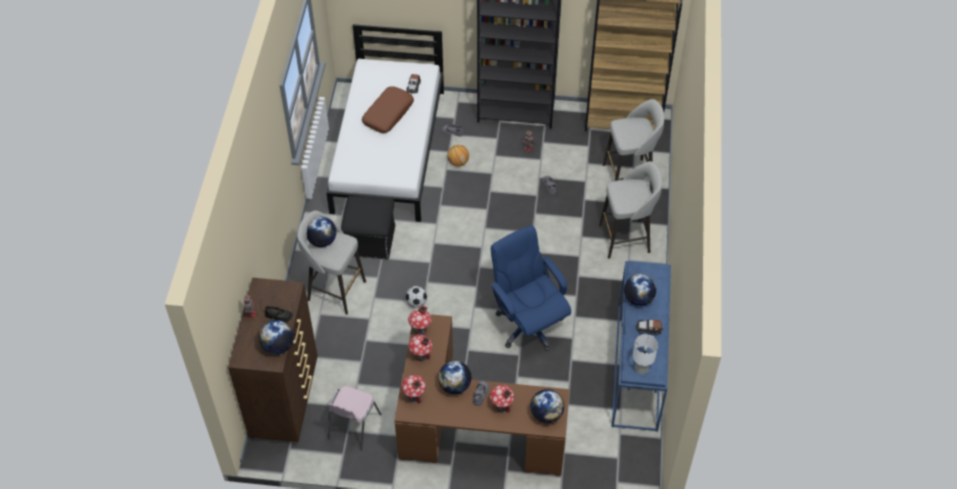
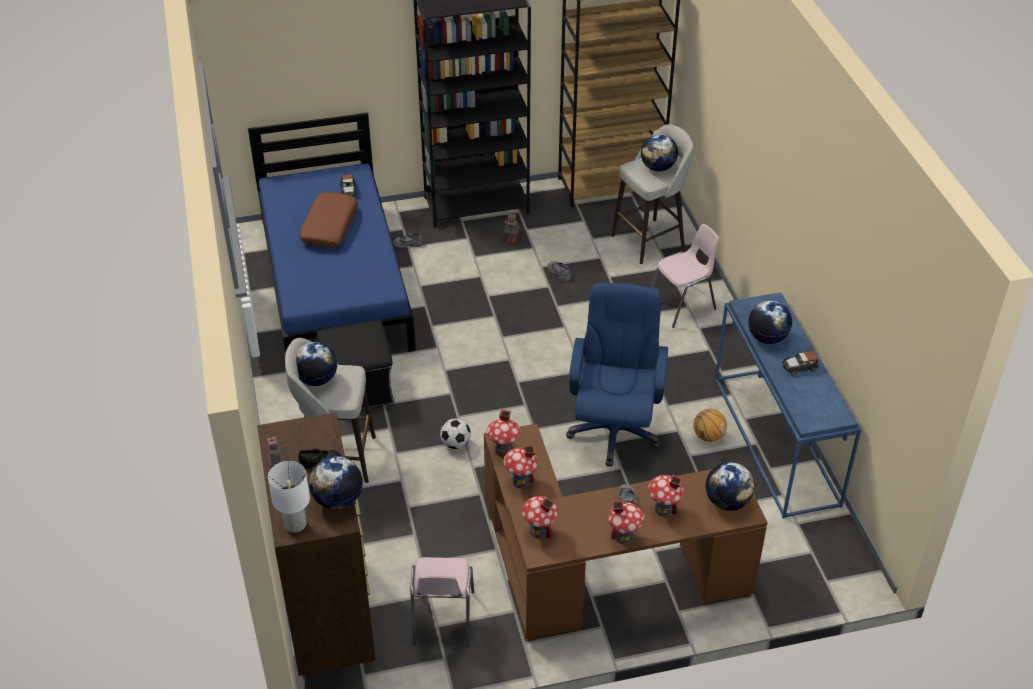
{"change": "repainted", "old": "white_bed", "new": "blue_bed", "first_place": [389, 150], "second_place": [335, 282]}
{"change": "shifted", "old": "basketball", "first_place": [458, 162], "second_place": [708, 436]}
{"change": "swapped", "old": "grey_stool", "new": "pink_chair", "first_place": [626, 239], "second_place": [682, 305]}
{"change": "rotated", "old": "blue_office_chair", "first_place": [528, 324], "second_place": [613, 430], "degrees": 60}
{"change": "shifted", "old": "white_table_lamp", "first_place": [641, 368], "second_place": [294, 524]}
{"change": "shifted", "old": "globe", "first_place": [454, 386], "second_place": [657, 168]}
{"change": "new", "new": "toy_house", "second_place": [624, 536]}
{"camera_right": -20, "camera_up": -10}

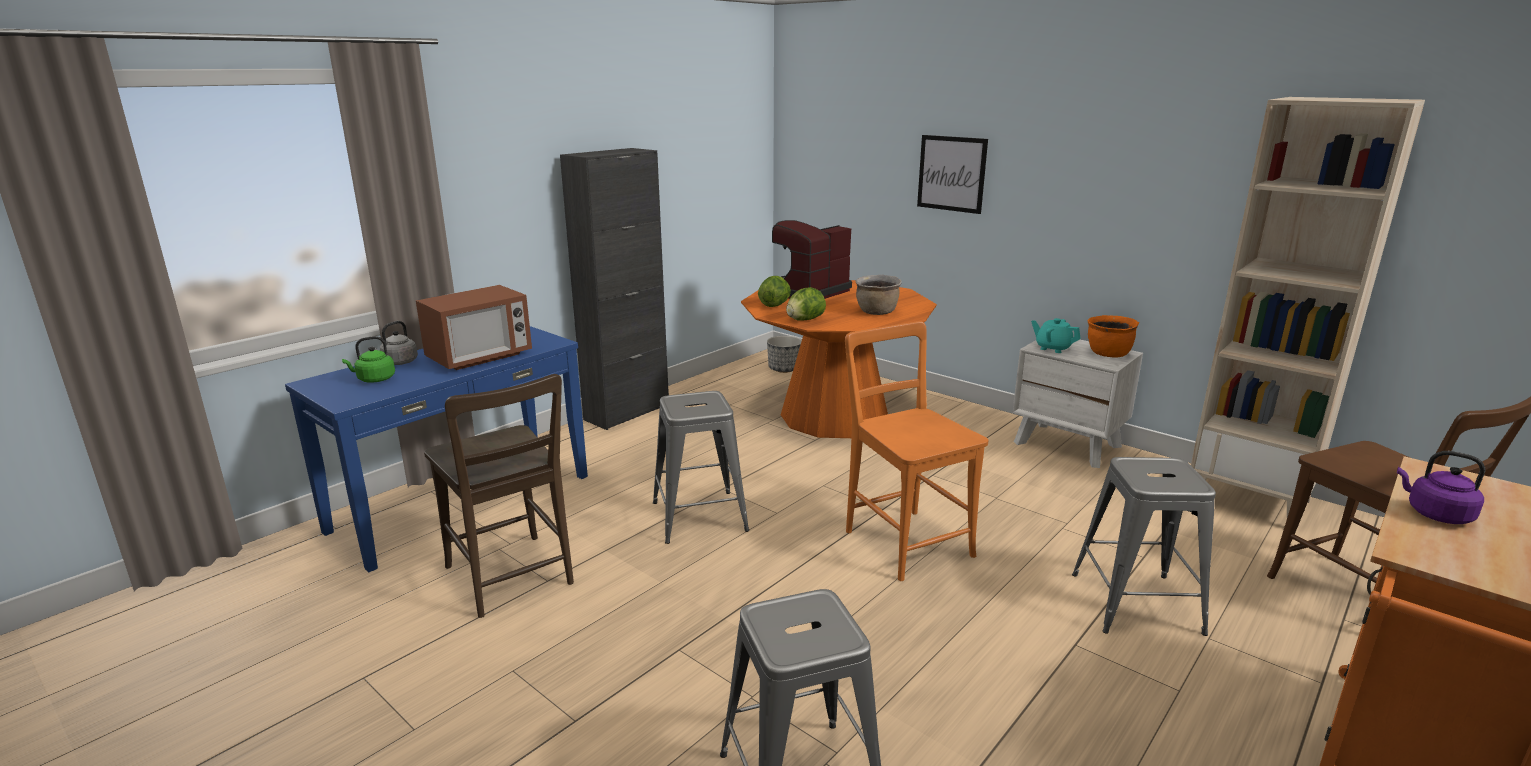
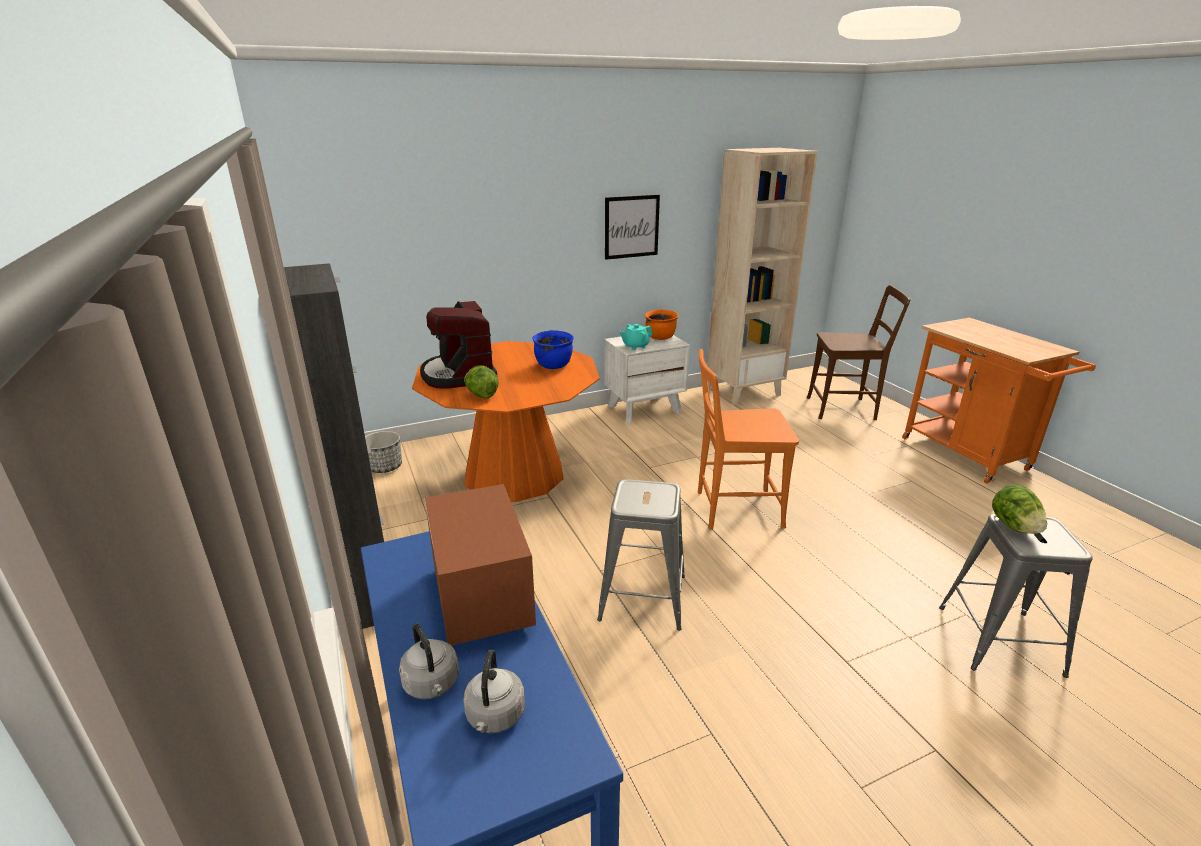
{"change": "shifted", "old": "picture", "first_place": [951, 173], "second_place": [631, 227]}
{"change": "repainted", "old": "brown_cooking_pot", "new": "blue_cooking_pot", "first_place": [877, 312], "second_place": [554, 366]}
{"change": "shifted", "old": "lettuce", "first_place": [804, 320], "second_place": [1014, 526]}
{"change": "repainted", "old": "green_kettle", "new": "grey_kettle", "first_place": [374, 379], "second_place": [495, 717]}
{"change": "gone", "old": "brown_chair", "first_place": [511, 579]}
{"change": "gone", "old": "purple_kettle", "first_place": [1435, 514]}
{"change": "gone", "old": "grey_stool", "first_place": [1136, 603]}
{"camera_right": -65, "camera_up": 5}

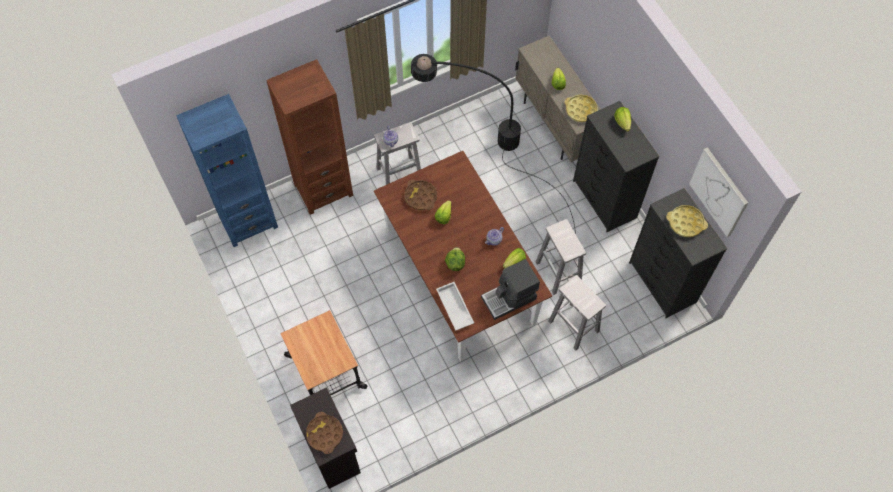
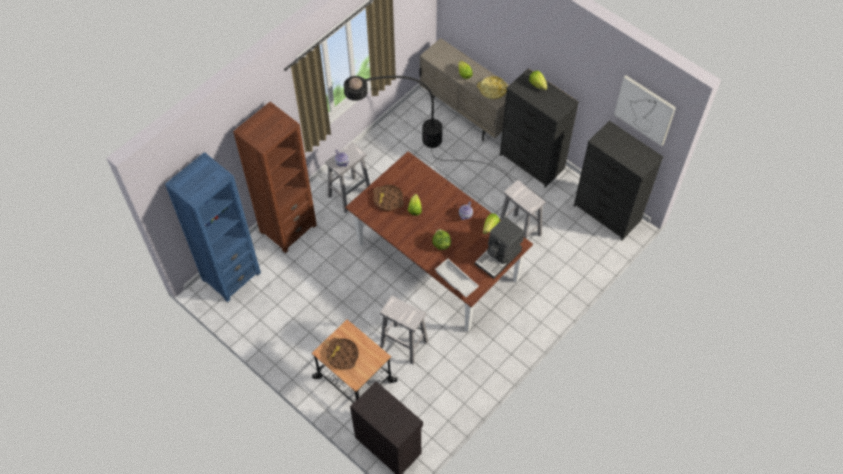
{"change": "gone", "old": "yellow_tray", "first_place": [686, 223]}
{"change": "shifted", "old": "white_stool", "first_place": [573, 325], "second_place": [403, 343]}
{"change": "shifted", "old": "brown_tray", "first_place": [324, 434], "second_place": [342, 355]}
{"camera_right": -20, "camera_up": -5}

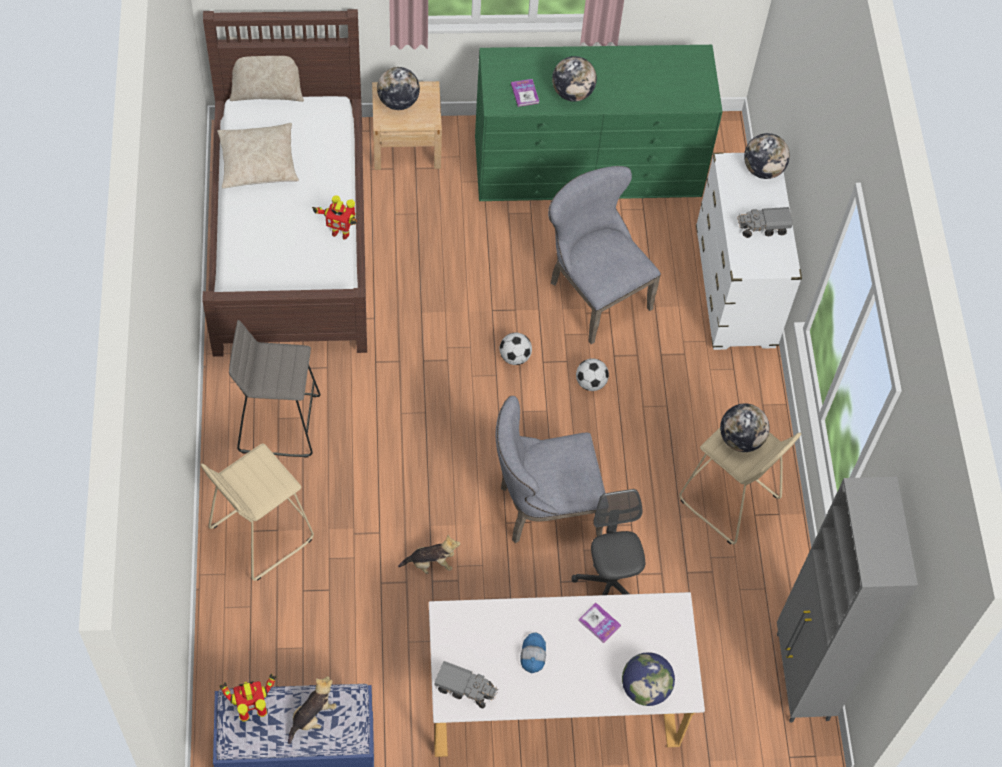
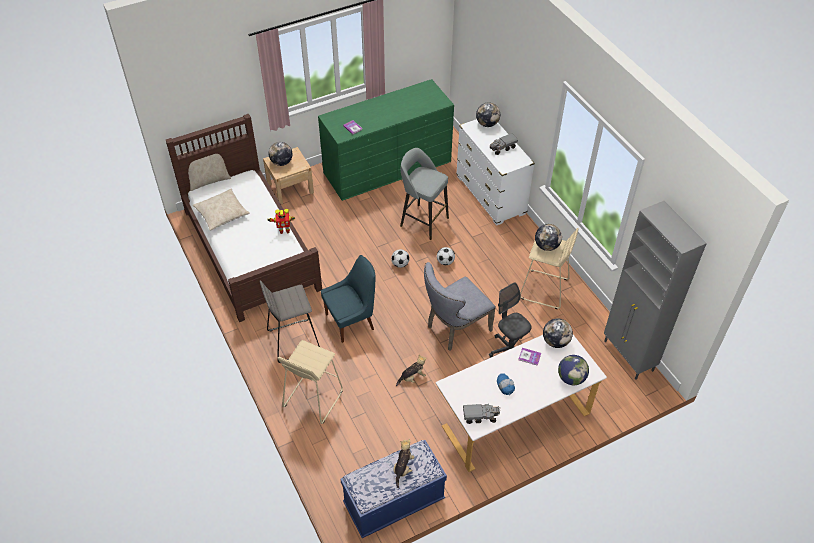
{"change": "shifted", "old": "globe", "first_place": [572, 93], "second_place": [555, 341]}
{"change": "swapped", "old": "grey_chair", "new": "grey_stool", "first_place": [593, 292], "second_place": [423, 221]}
{"change": "gone", "old": "toy_robot", "first_place": [252, 708]}
{"change": "new", "new": "blue_chair", "second_place": [351, 321]}
{"camera_right": -20, "camera_up": -10}

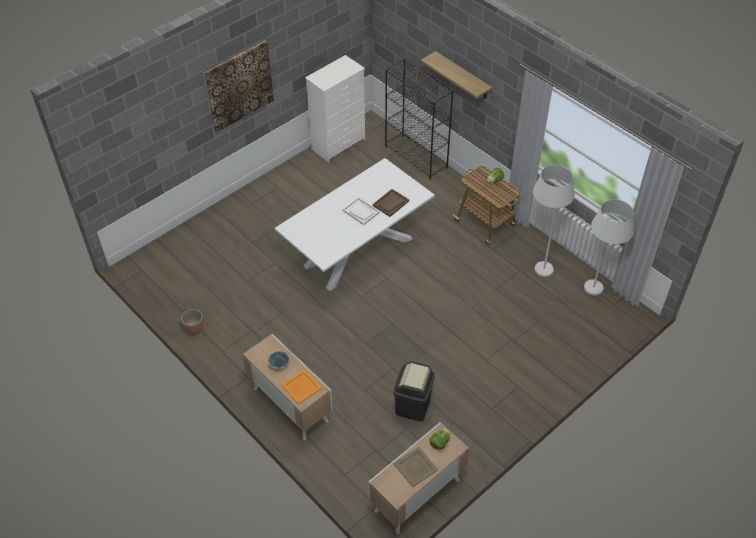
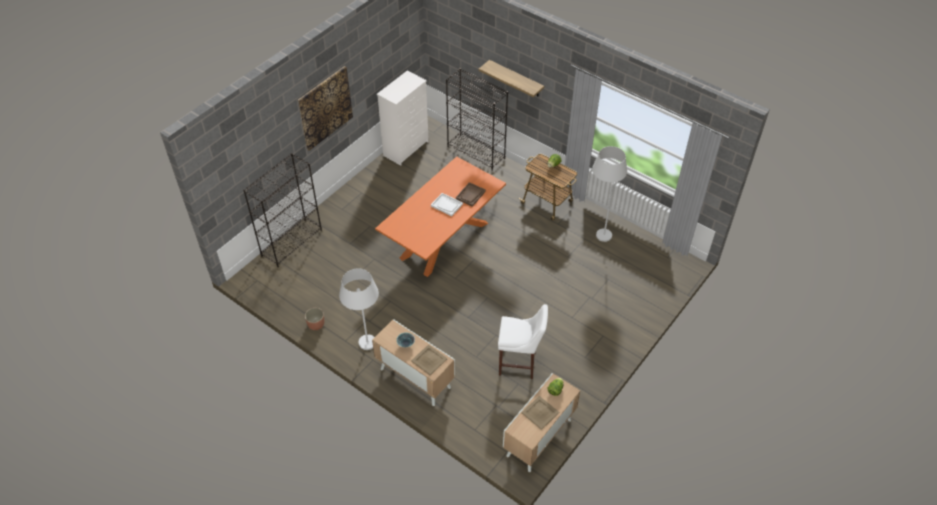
{"change": "repainted", "old": "white_dining_table", "new": "orange_dining_table", "first_place": [357, 252], "second_place": [443, 240]}
{"change": "shifted", "old": "white_floor_lamp", "first_place": [594, 296], "second_place": [367, 351]}
{"change": "swapped", "old": "black_trash_can", "new": "white_stool", "first_place": [413, 406], "second_place": [519, 364]}
{"change": "repainted", "old": "orange_tray", "new": "beige_tray", "first_place": [301, 386], "second_place": [429, 360]}
{"change": "new", "new": "black_bookcase", "second_place": [292, 242]}
{"camera_right": -10, "camera_up": 0}

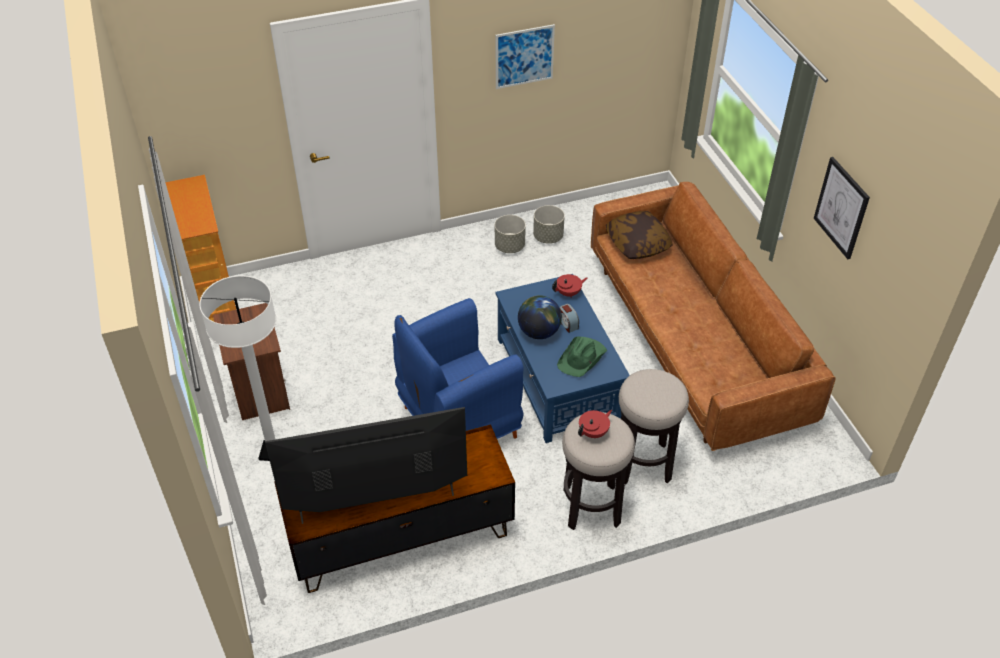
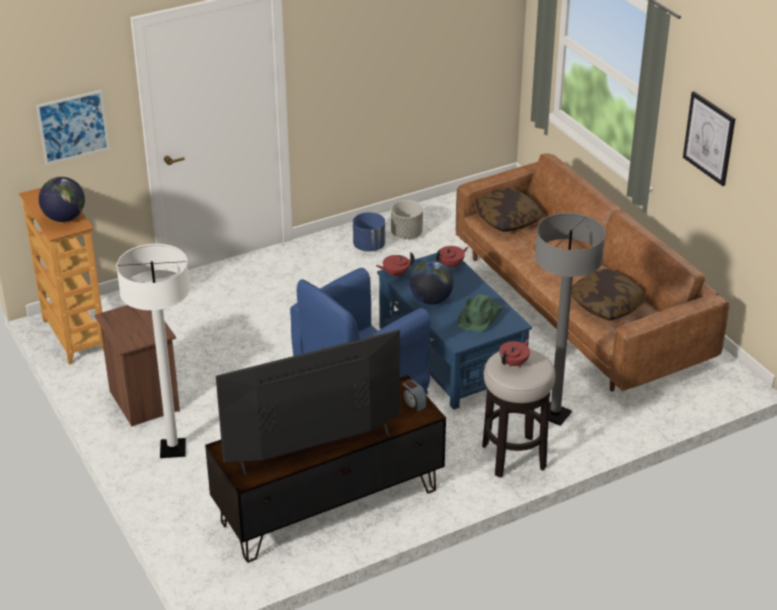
{"change": "shifted", "old": "picture", "first_place": [524, 56], "second_place": [73, 127]}
{"change": "repainted", "old": "grey_planter", "new": "blue_planter", "first_place": [509, 246], "second_place": [369, 246]}
{"change": "shifted", "old": "alarm_clock", "first_place": [568, 324], "second_place": [413, 403]}
{"change": "swapped", "old": "stool", "new": "grey_floor_lamp", "first_place": [643, 463], "second_place": [555, 415]}
{"change": "new", "new": "globe", "second_place": [64, 218]}
{"change": "new", "new": "red_teapot", "second_place": [395, 274]}
{"change": "new", "new": "pillow", "second_place": [606, 305]}
{"camera_right": -10, "camera_up": -10}

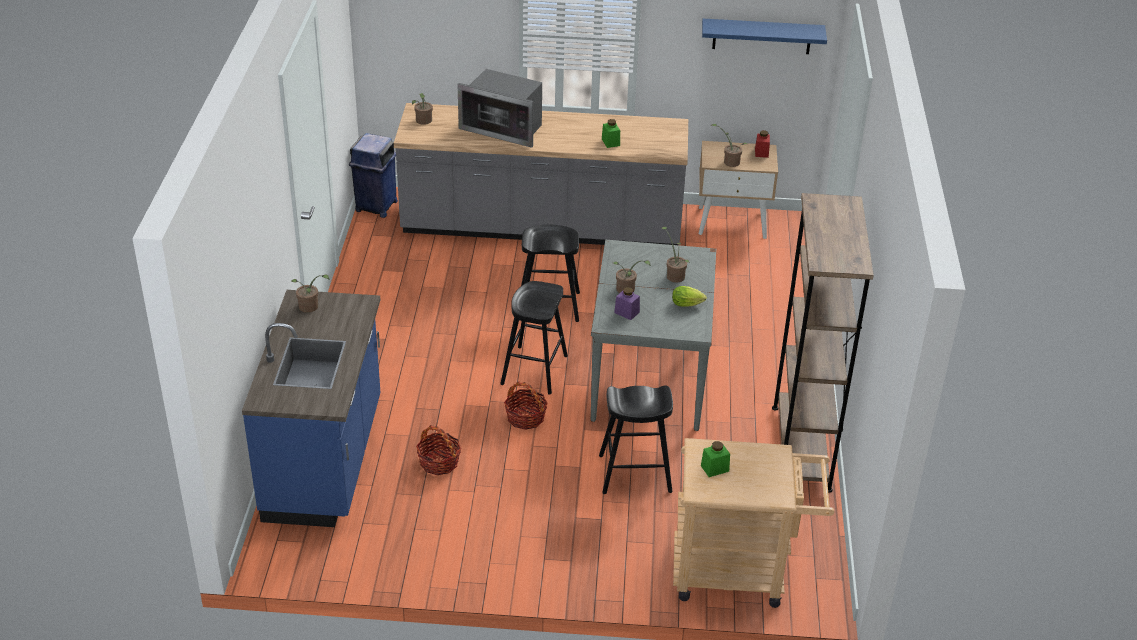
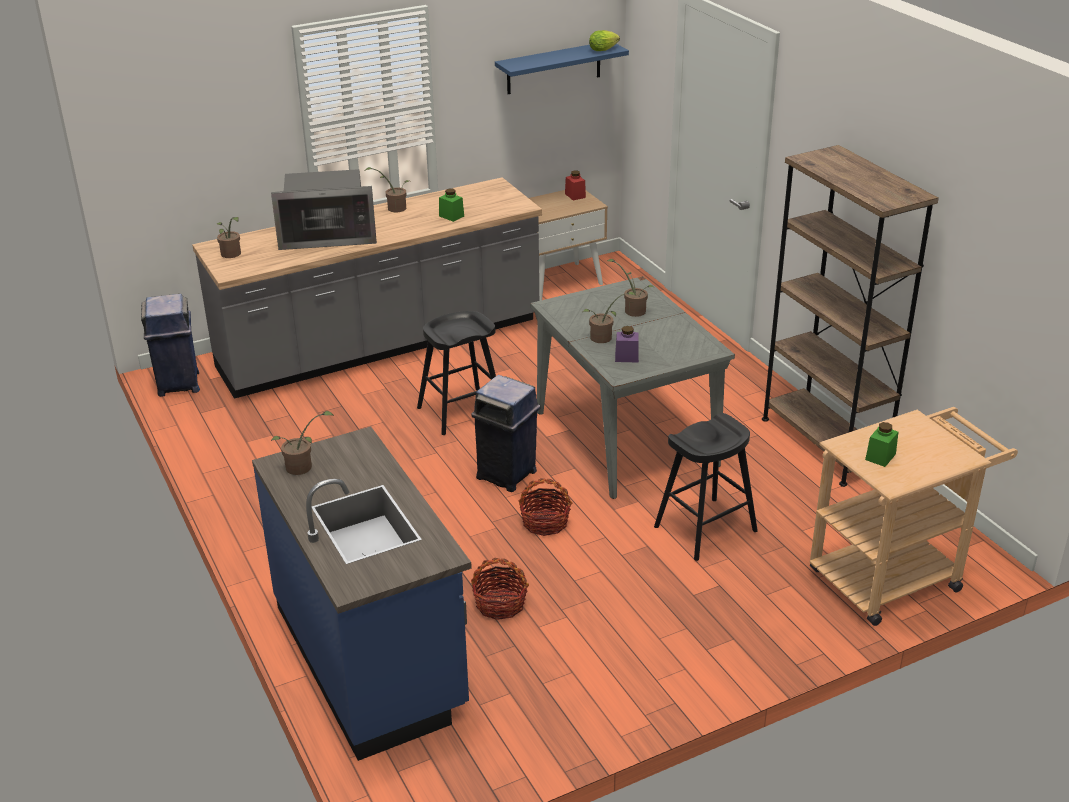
{"change": "shifted", "old": "potted_plant", "first_place": [729, 161], "second_place": [394, 208]}
{"change": "swapped", "old": "black_stool", "new": "blue_trash_can", "first_place": [534, 370], "second_place": [507, 475]}
{"change": "shifted", "old": "lettuce", "first_place": [688, 304], "second_place": [604, 49]}
{"camera_right": -30, "camera_up": -5}

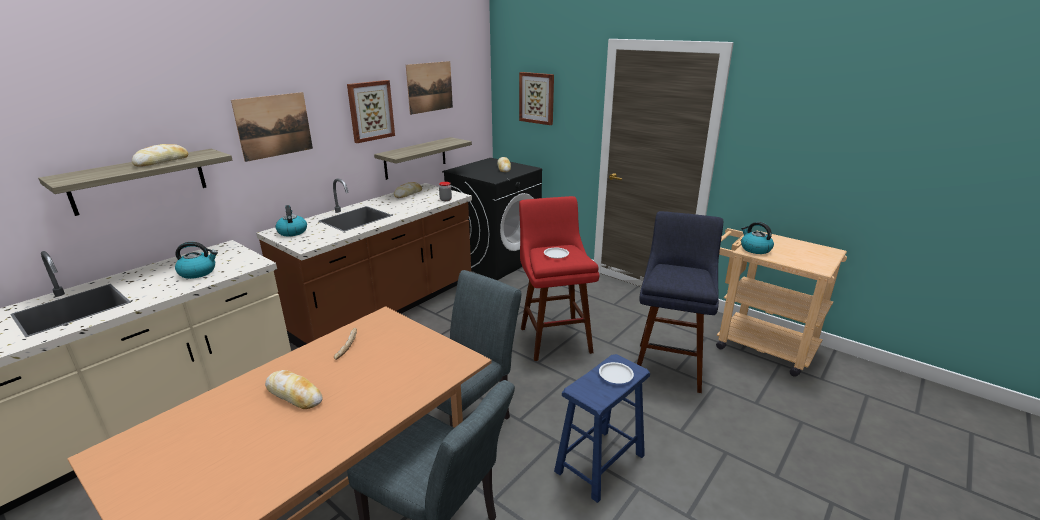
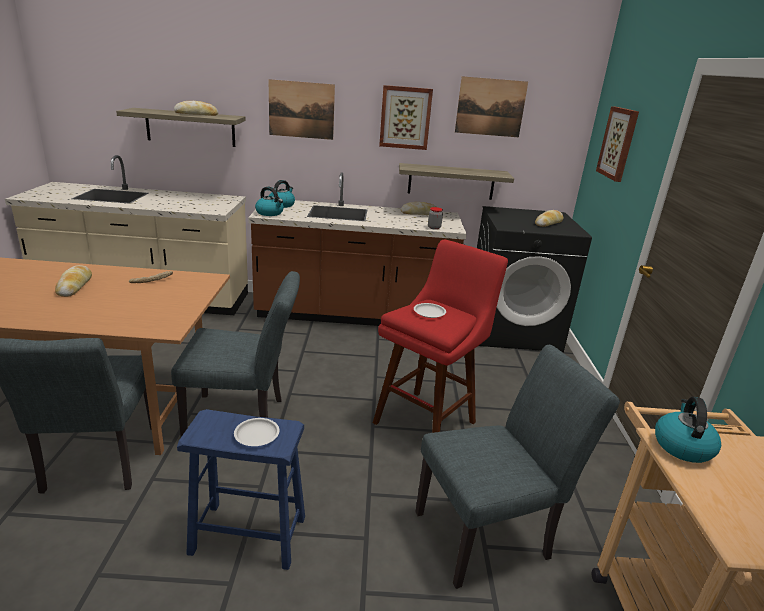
{"change": "swapped", "old": "blue_stool", "new": "grey_chair", "first_place": [669, 363], "second_place": [491, 533]}
{"change": "shifted", "old": "kettle", "first_place": [198, 272], "second_place": [270, 213]}
{"camera_right": 50, "camera_up": 0}

